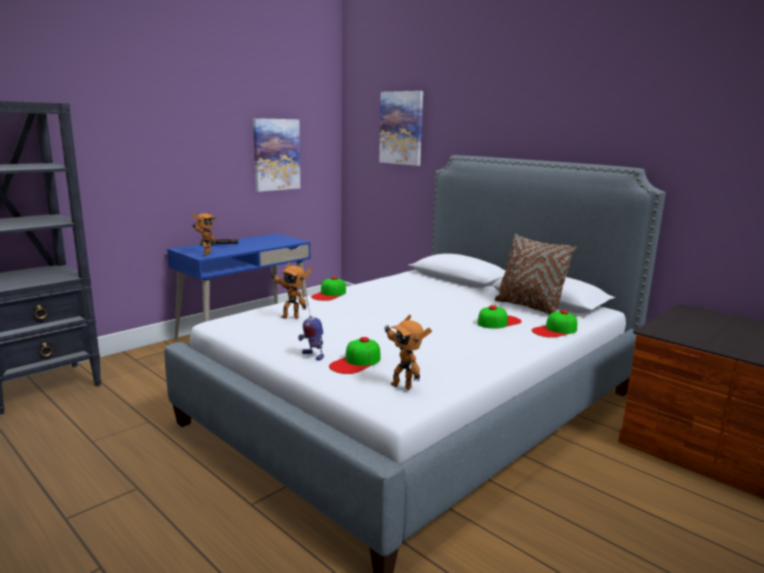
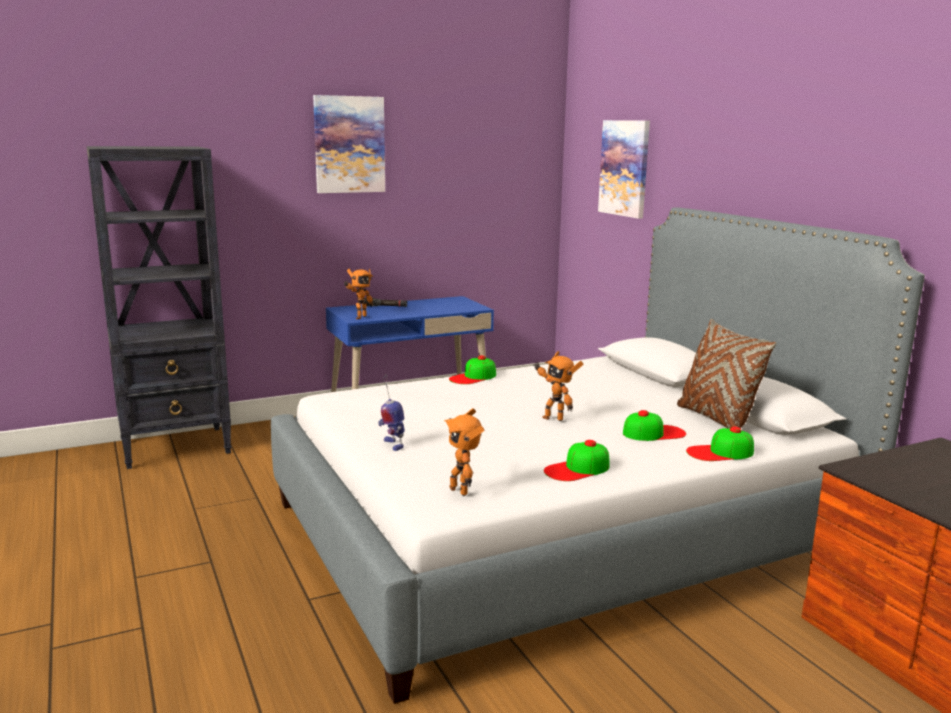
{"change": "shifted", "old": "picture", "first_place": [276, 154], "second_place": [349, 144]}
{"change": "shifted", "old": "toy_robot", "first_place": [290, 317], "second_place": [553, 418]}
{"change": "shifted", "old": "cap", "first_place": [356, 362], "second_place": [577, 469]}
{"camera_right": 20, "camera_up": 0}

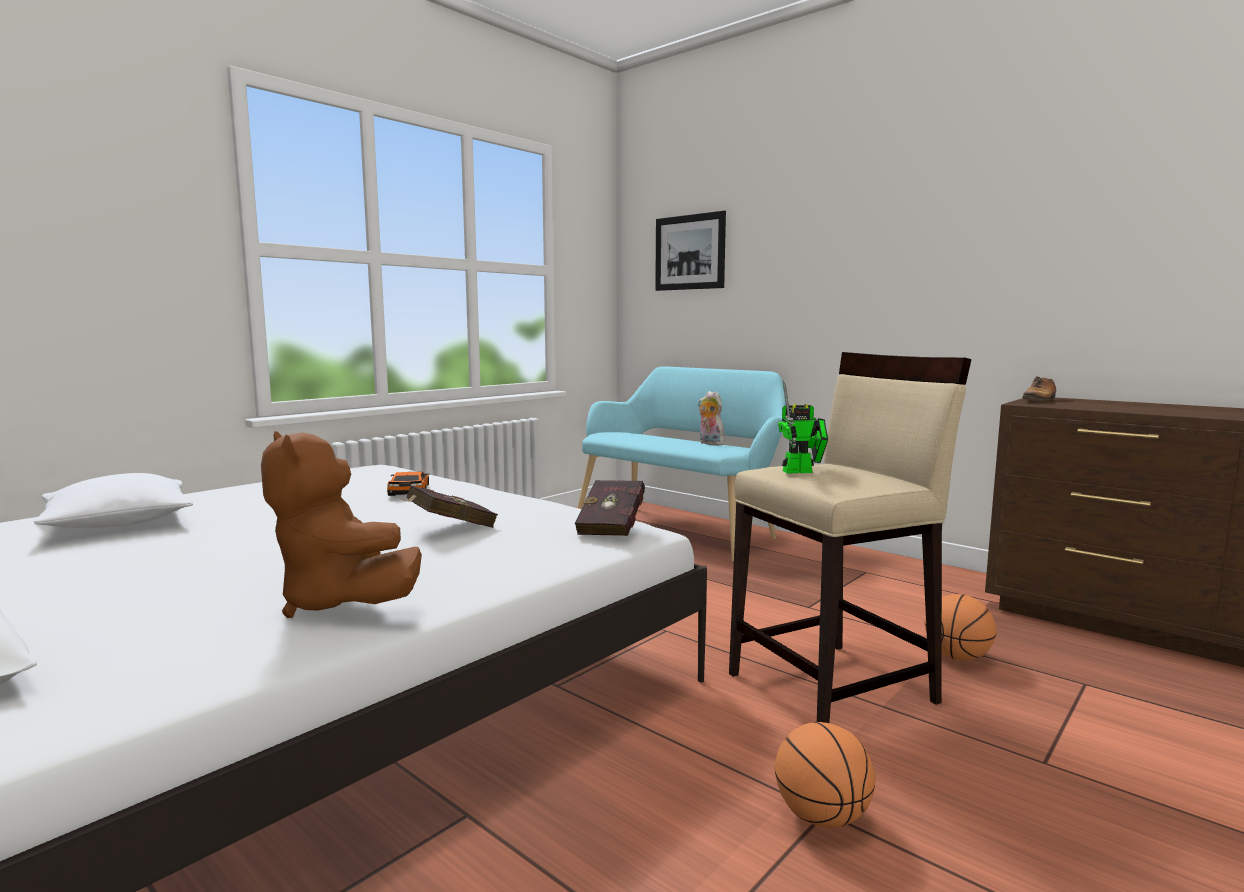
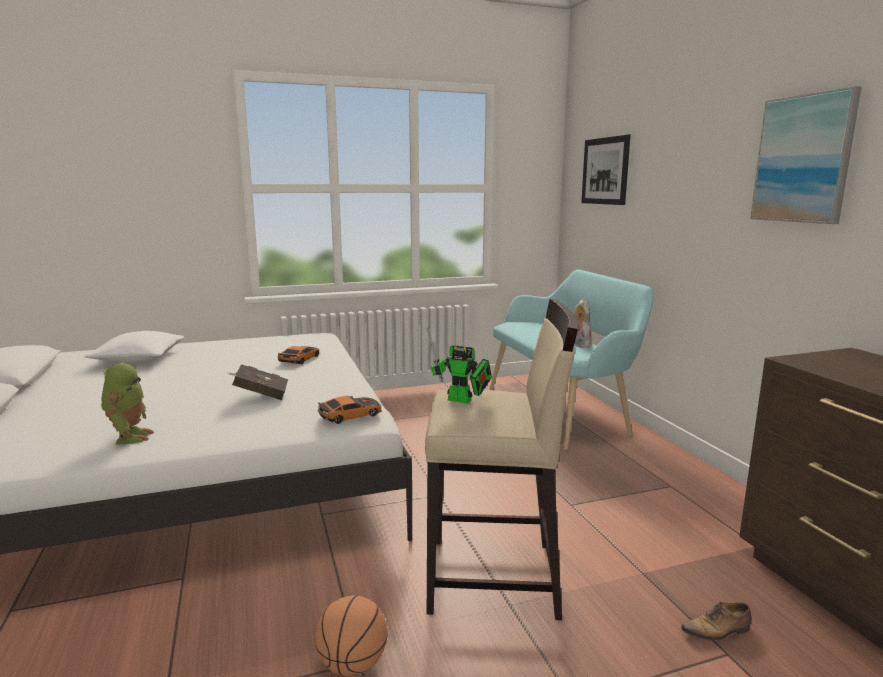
{"change": "shifted", "old": "shoe", "first_place": [1039, 400], "second_place": [717, 631]}
{"change": "swapped", "old": "brown_plush_toy", "new": "toy_robot", "first_place": [341, 603], "second_place": [129, 437]}
{"change": "swapped", "old": "red_book", "new": "toy_car", "first_place": [613, 527], "second_place": [350, 414]}
{"change": "gone", "old": "basketball", "first_place": [957, 657]}
{"change": "new", "new": "picture", "second_place": [803, 159]}
{"camera_right": 30, "camera_up": 5}

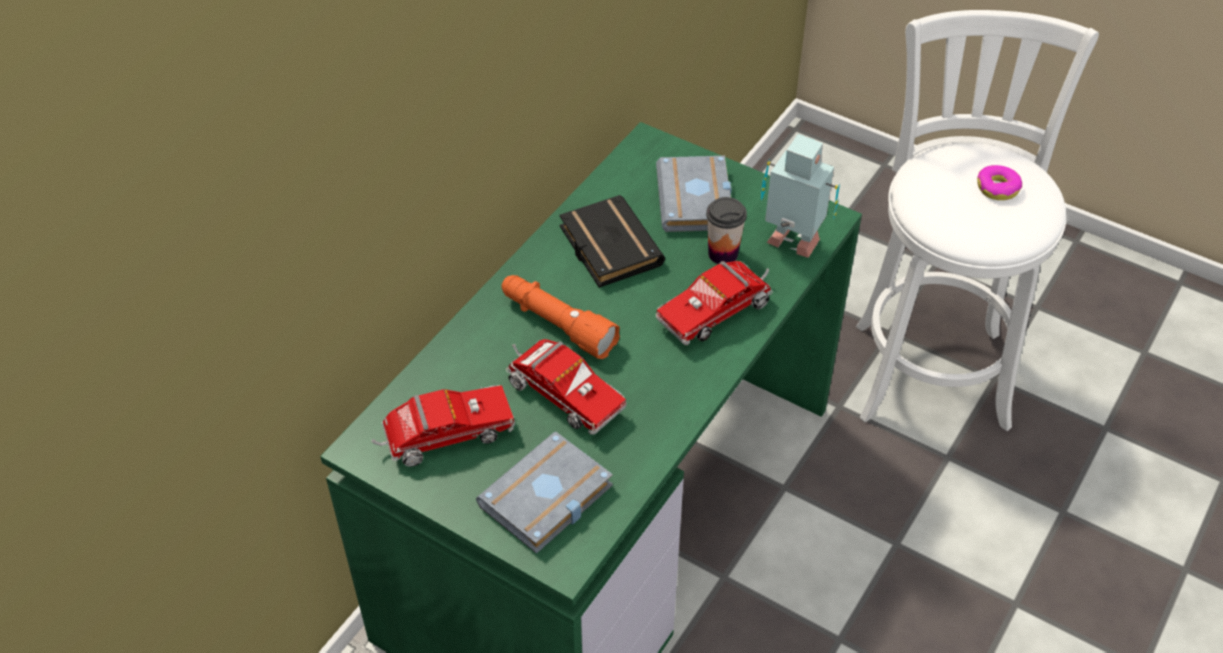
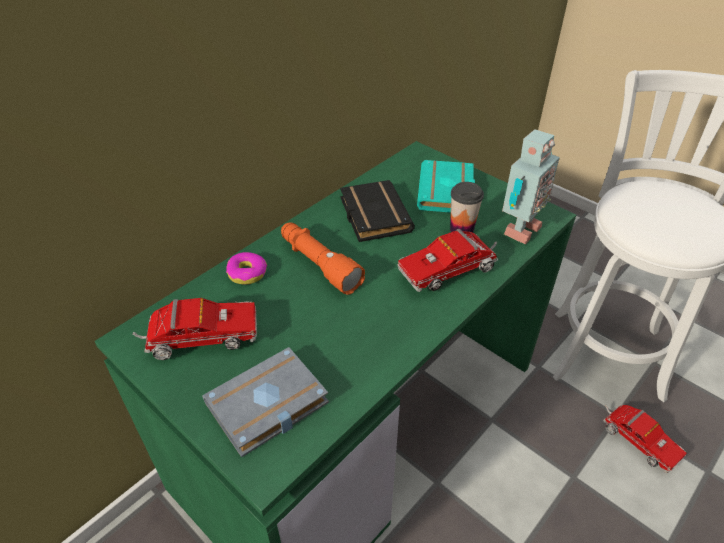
{"change": "rotated", "old": "toy_robot", "first_place": [793, 246], "second_place": [518, 230], "degrees": 90}
{"change": "repainted", "old": "grey_book", "new": "turquoise_book", "first_place": [697, 201], "second_place": [448, 193]}
{"change": "shifted", "old": "donut", "first_place": [997, 188], "second_place": [247, 273]}
{"change": "shifted", "old": "toy_truck", "first_place": [560, 394], "second_place": [636, 440]}
{"camera_right": 10, "camera_up": -5}

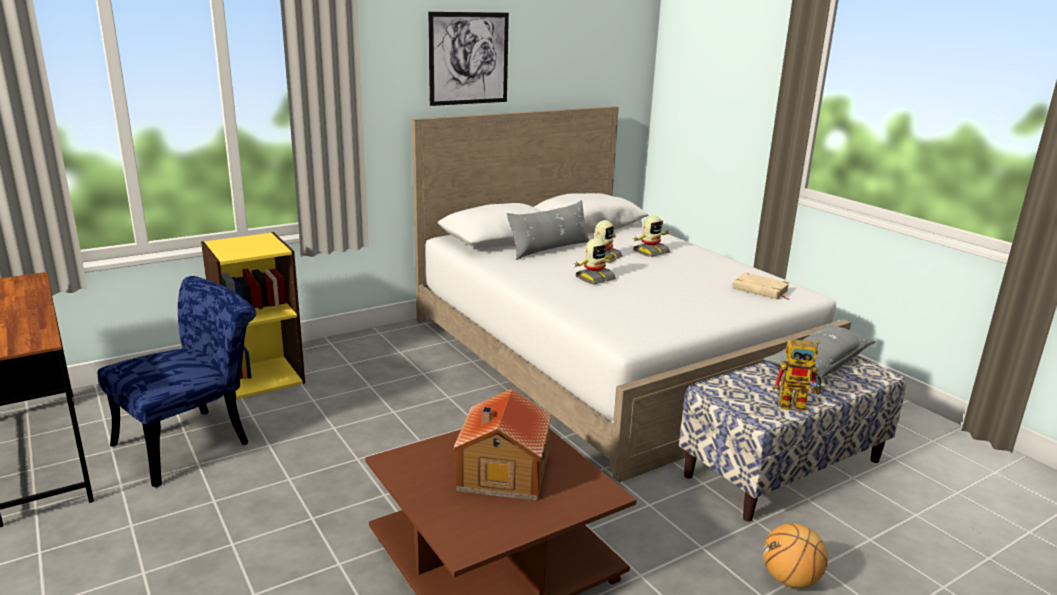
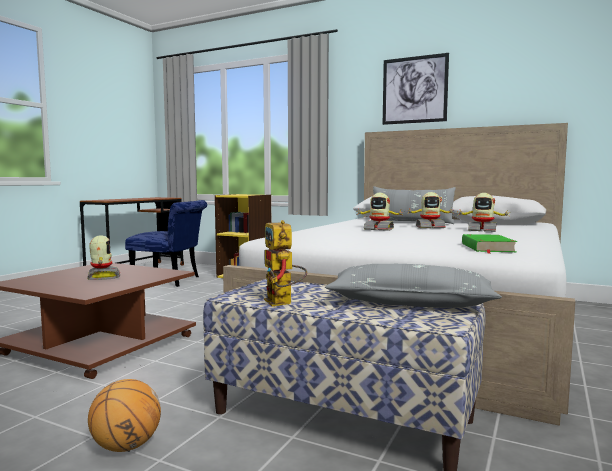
{"change": "repainted", "old": "beige_book", "new": "green_book", "first_place": [760, 290], "second_place": [487, 248]}
{"change": "swapped", "old": "toy_house", "new": "toy_robot", "first_place": [501, 473], "second_place": [103, 277]}
{"camera_right": 60, "camera_up": -15}

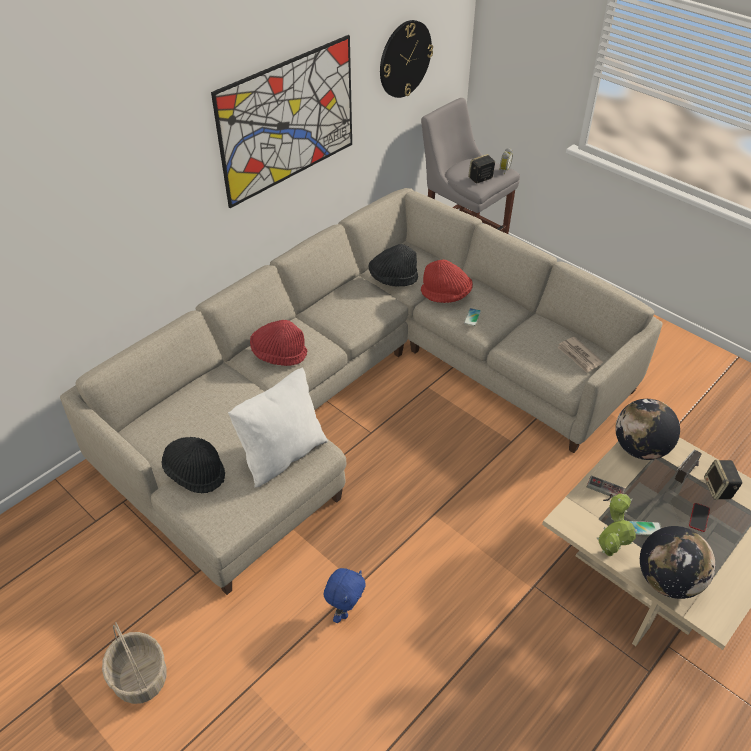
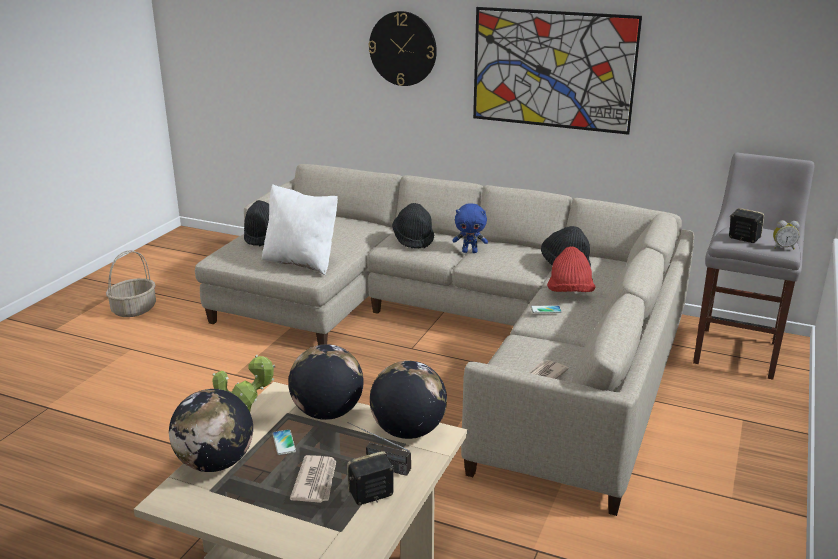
{"change": "shifted", "old": "wall_clock", "first_place": [405, 59], "second_place": [403, 48]}
{"change": "repainted", "old": "red_hat", "new": "black_hat", "first_place": [279, 354], "second_place": [413, 239]}
{"change": "swapped", "old": "game_controller", "new": "globe", "first_place": [604, 492], "second_place": [327, 412]}
{"change": "swapped", "old": "phone", "new": "newspaper", "first_place": [699, 517], "second_place": [316, 481]}
{"change": "shifted", "old": "blue_plush_toy", "first_place": [345, 610], "second_place": [470, 252]}
{"camera_right": 70, "camera_up": -20}

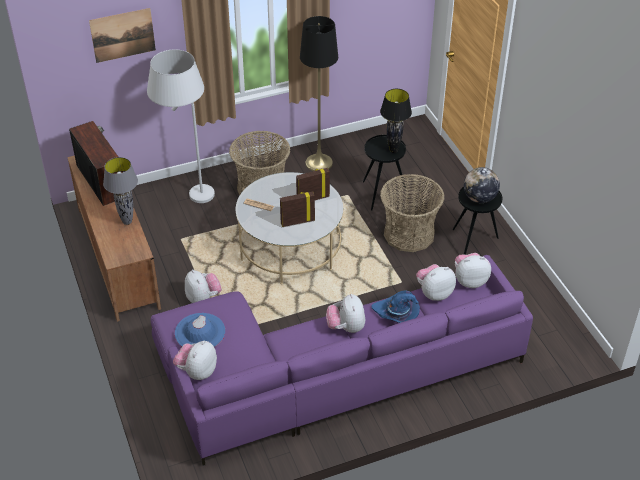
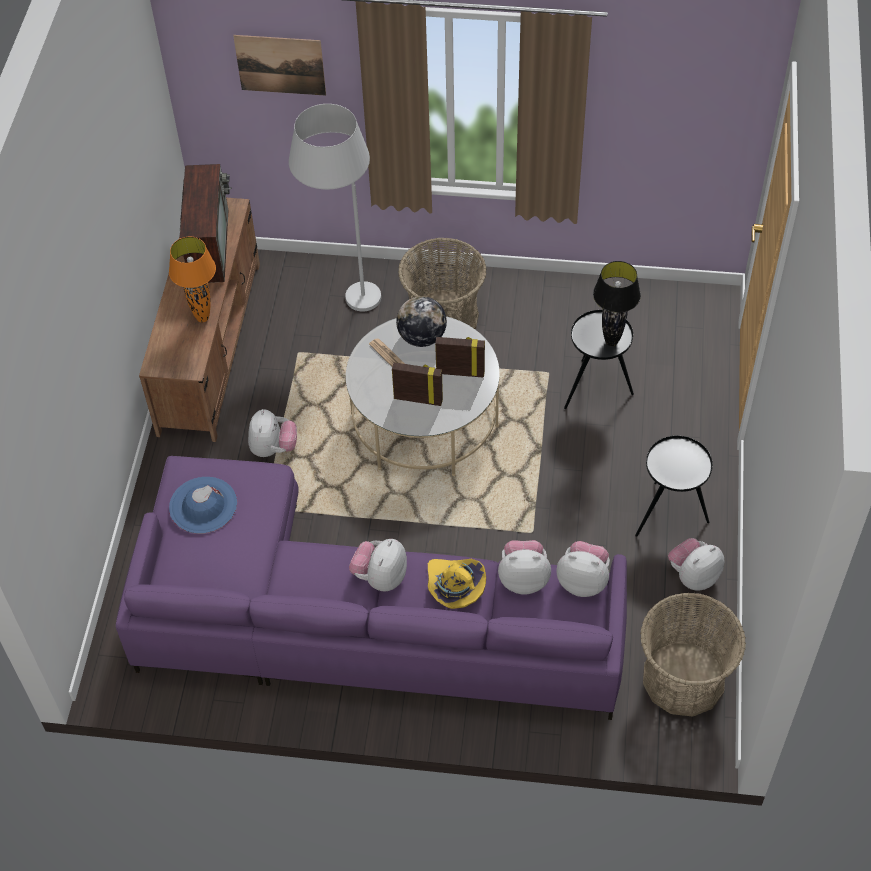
{"change": "gone", "old": "black_floor_lamp", "first_place": [319, 163]}
{"change": "repainted", "old": "grey_table_lamp", "new": "orange_table_lamp", "first_place": [127, 222], "second_place": [202, 318]}
{"change": "shifted", "old": "globe", "first_place": [479, 198], "second_place": [422, 337]}
{"change": "shifted", "old": "basket", "first_place": [409, 234], "second_place": [683, 678]}
{"change": "repainted", "old": "blue_hat", "new": "yellow_hat", "first_place": [397, 314], "second_place": [454, 587]}
{"change": "shifted", "old": "plush_toy", "first_place": [197, 371], "second_place": [693, 575]}
{"camera_right": 30, "camera_up": 10}

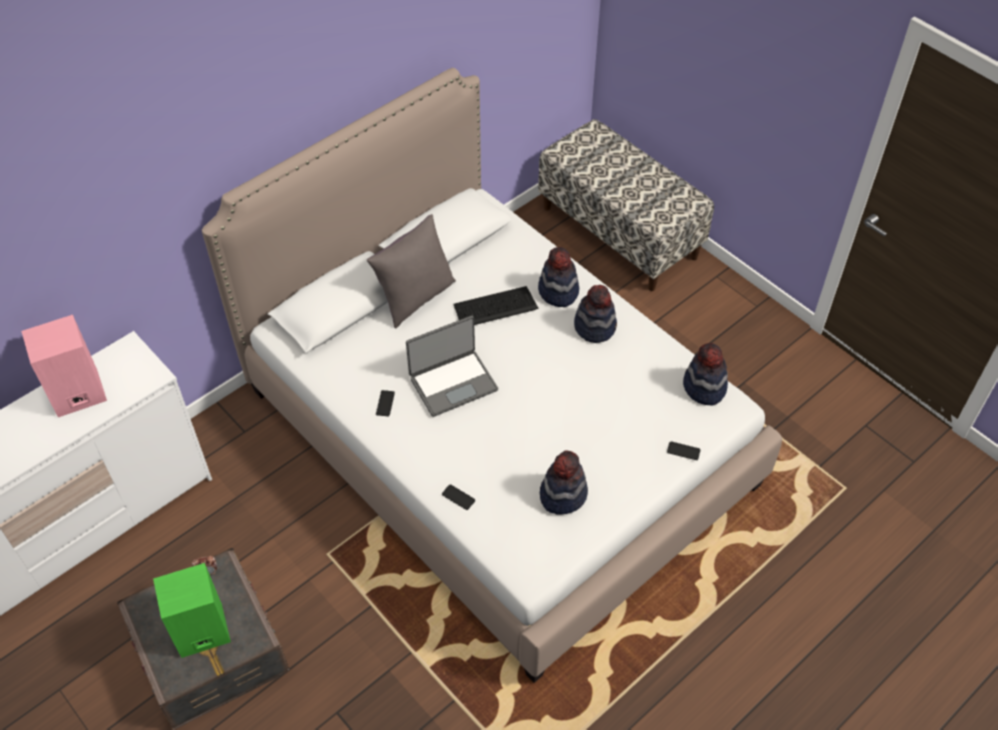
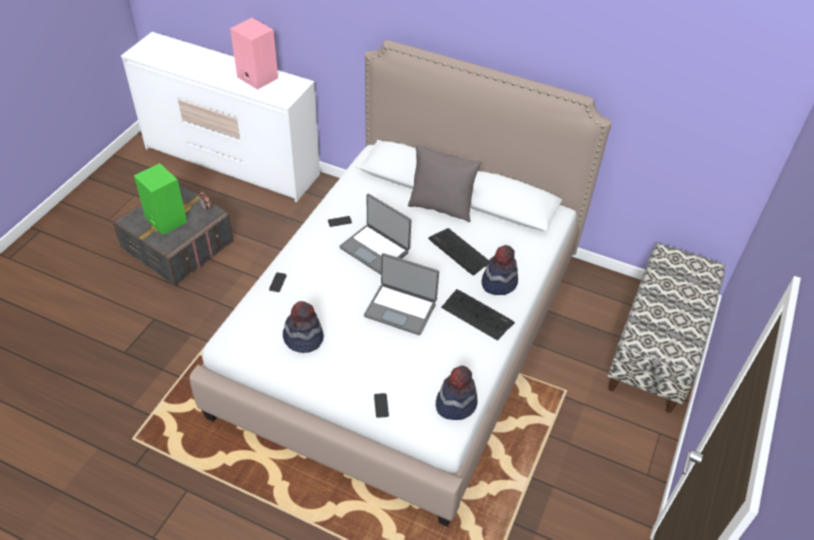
{"change": "swapped", "old": "hat", "new": "keyboard", "first_place": [595, 326], "second_place": [477, 315]}
{"change": "new", "new": "laptop", "second_place": [401, 309]}
{"camera_right": 65, "camera_up": -5}

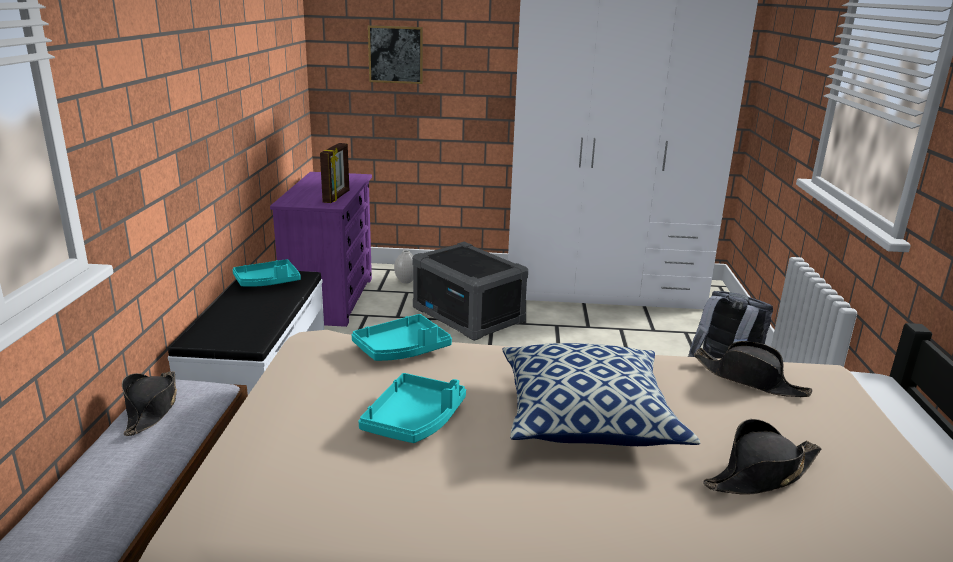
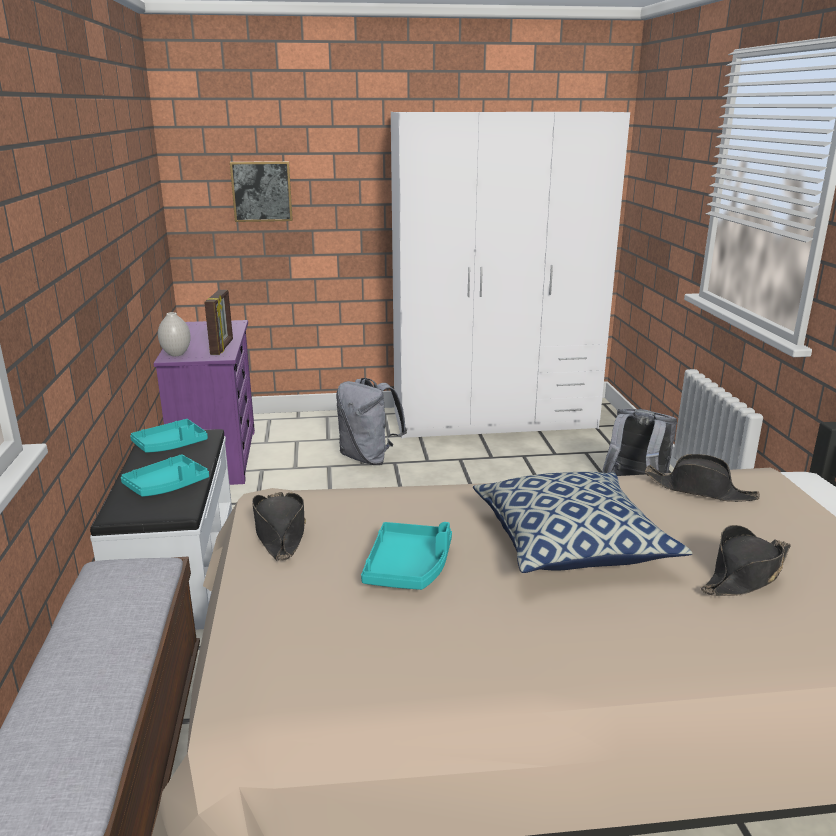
{"change": "swapped", "old": "grey_storage_box", "new": "grey_backpack", "first_place": [469, 315], "second_place": [369, 458]}
{"change": "shifted", "old": "white_vase", "first_place": [405, 281], "second_place": [176, 354]}
{"change": "shifted", "old": "turquoise_tray", "first_place": [402, 350], "second_place": [167, 486]}
{"change": "shifted", "old": "black_hat", "first_place": [152, 409], "second_place": [280, 533]}
{"camera_right": -10, "camera_up": 0}

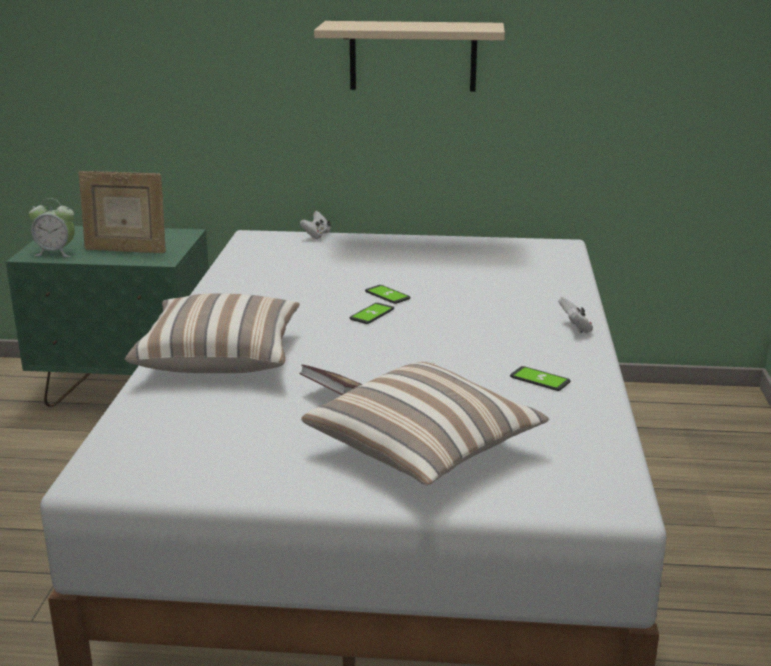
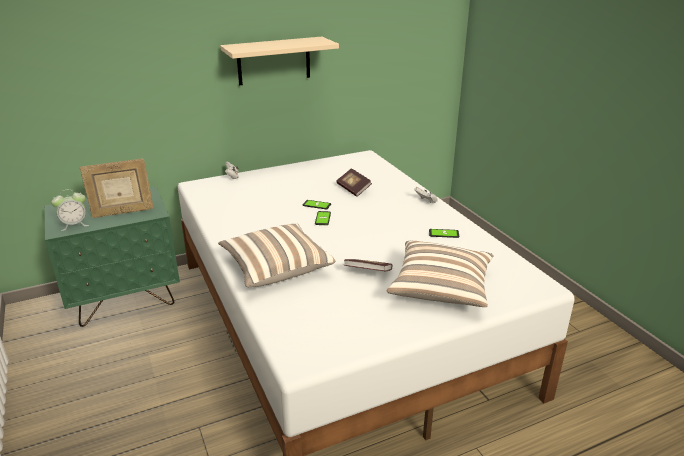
{"change": "new", "new": "book", "second_place": [353, 189]}
{"camera_right": -30, "camera_up": 5}

